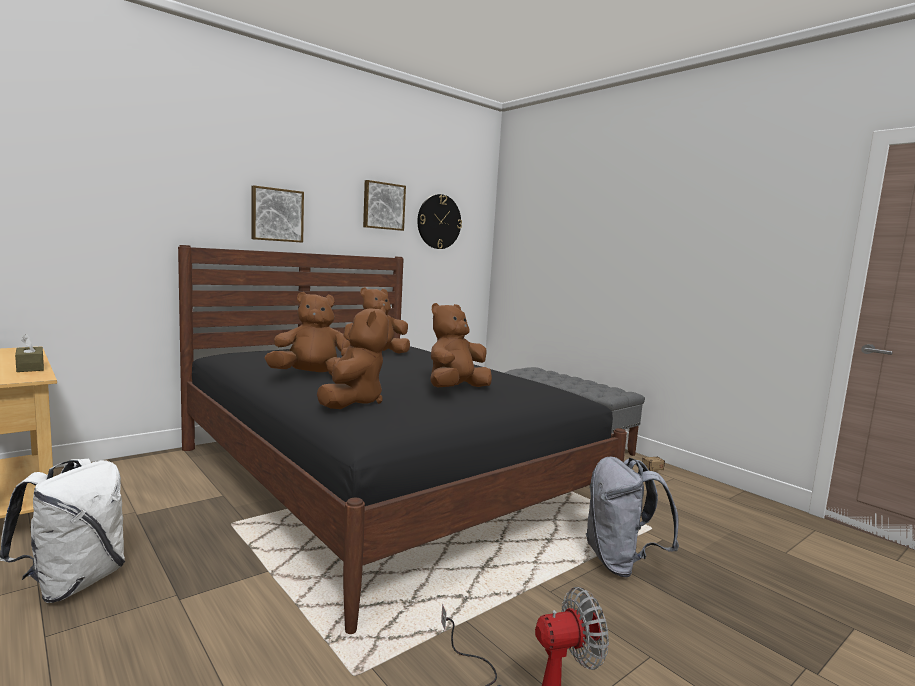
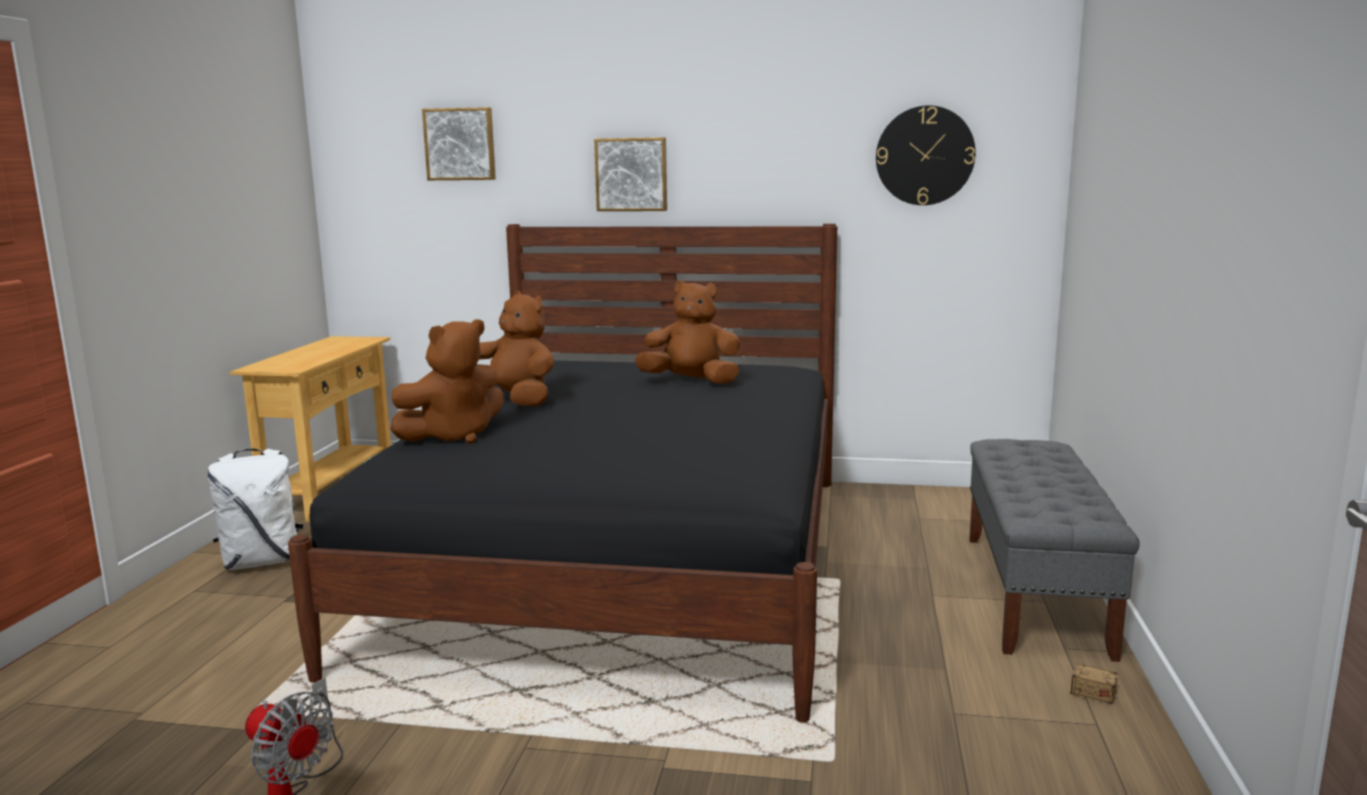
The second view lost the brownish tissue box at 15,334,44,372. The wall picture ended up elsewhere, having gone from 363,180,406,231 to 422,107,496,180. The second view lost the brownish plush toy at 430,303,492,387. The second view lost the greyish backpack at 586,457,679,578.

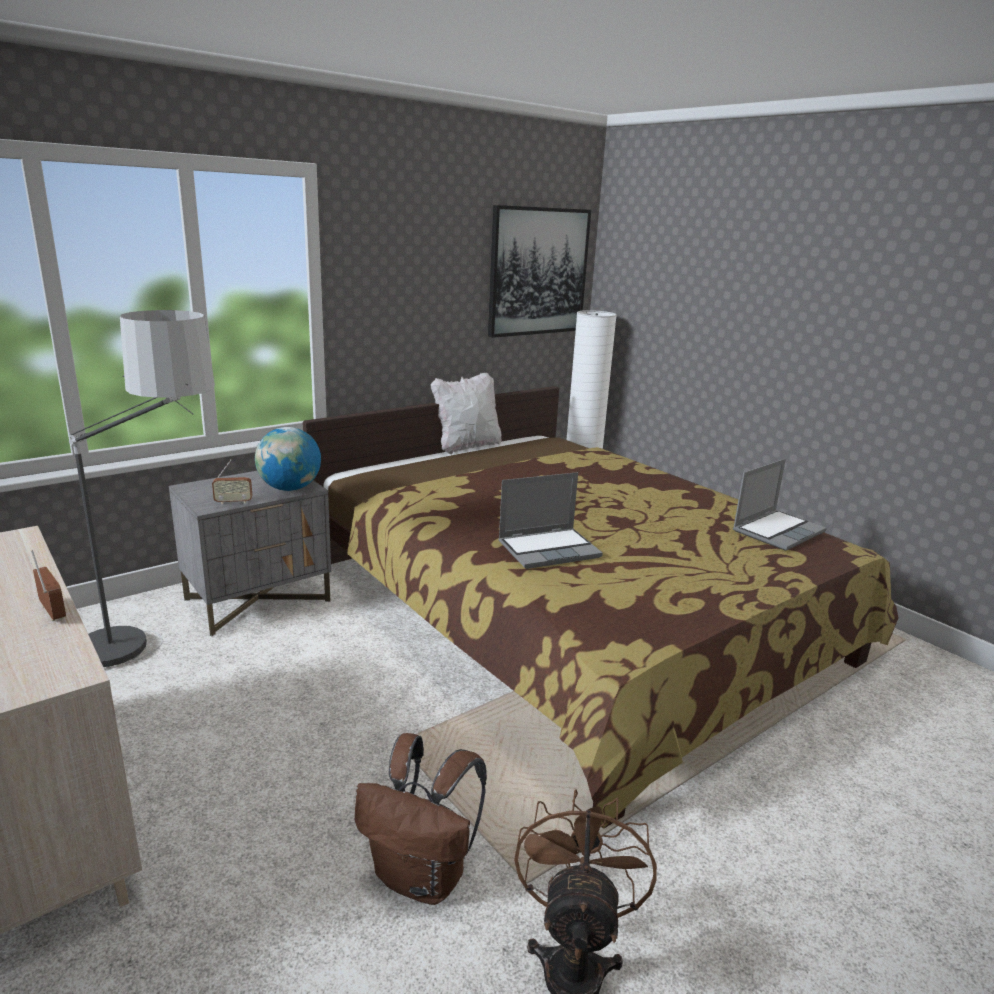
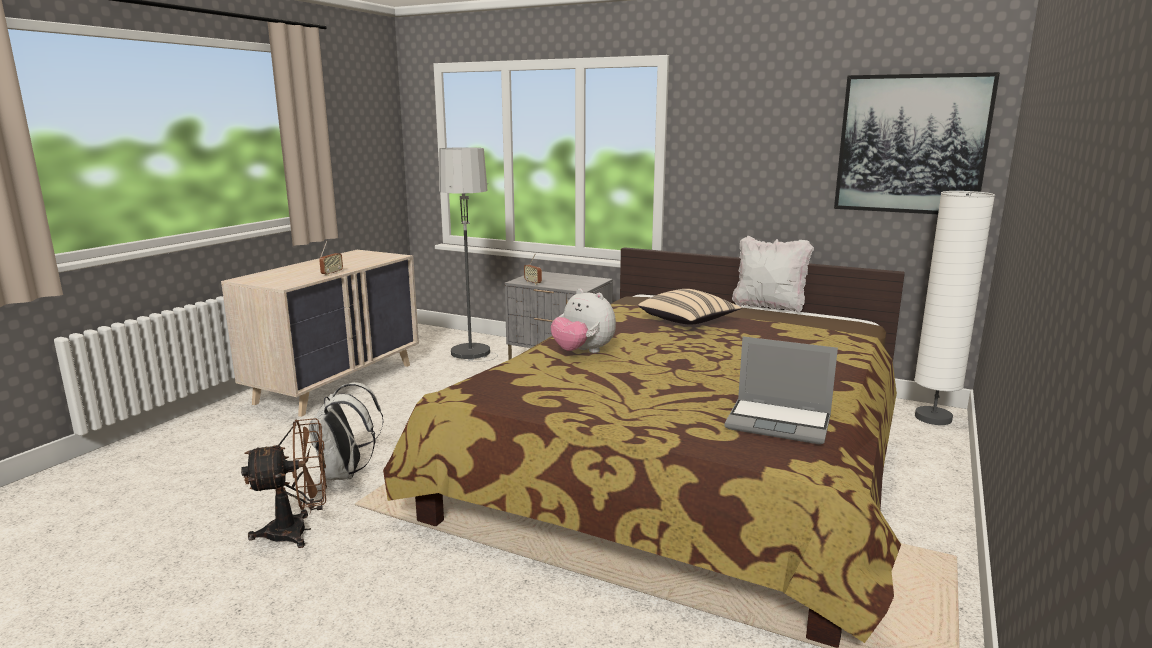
The second view lost the globe at 255,427,321,491. What was the brownish backpack at 355,733,487,905 turned into the whitish backpack at 309,382,384,480. Where the laptop stood at 498,472,603,569, the plush toy came to stand at 551,289,616,353. The second view gained the sand-coloured pillow at 638,289,741,324.

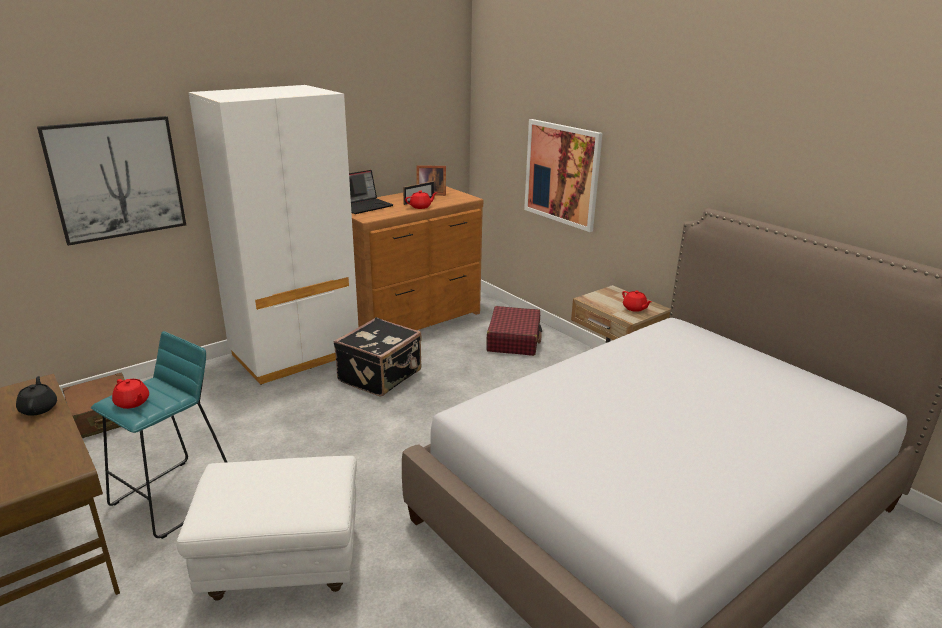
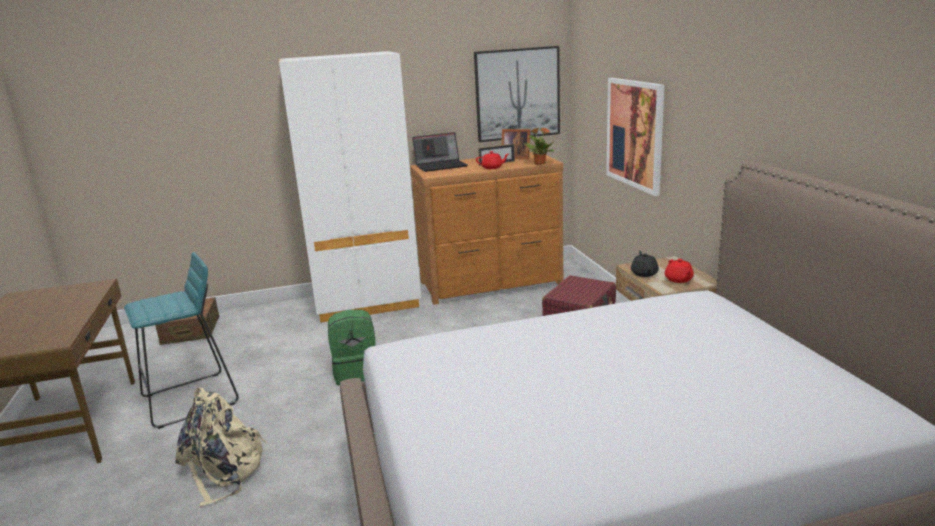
The black teapot ended up elsewhere, having gone from 16,376,57,416 to 631,251,659,277. The wall picture ended up elsewhere, having gone from 37,116,186,246 to 474,46,560,142. The second view lost the red teapot at 112,379,149,409. Where the whitish pouffe stood at 177,456,357,601, the sand-coloured backpack came to stand at 176,388,267,507. The second view lost the black suitcase at 334,317,422,396. The second view gained the green-coloured backpack at 328,310,376,385. The second view gained the potted plant at 524,128,554,165.

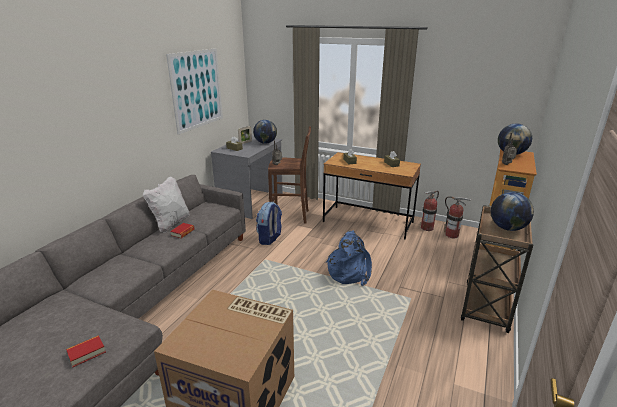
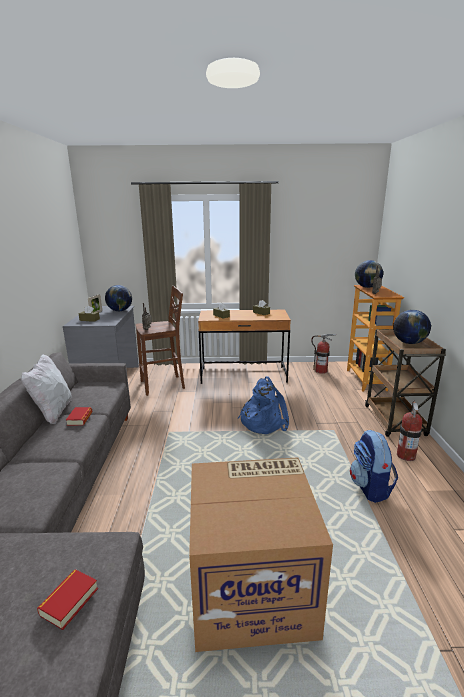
The second view lost the wall picture at 166,48,223,134. The backpack ended up elsewhere, having gone from 256,202,282,245 to 350,430,398,503. The extinguisher ended up elsewhere, having gone from 421,190,439,231 to 397,400,422,461.

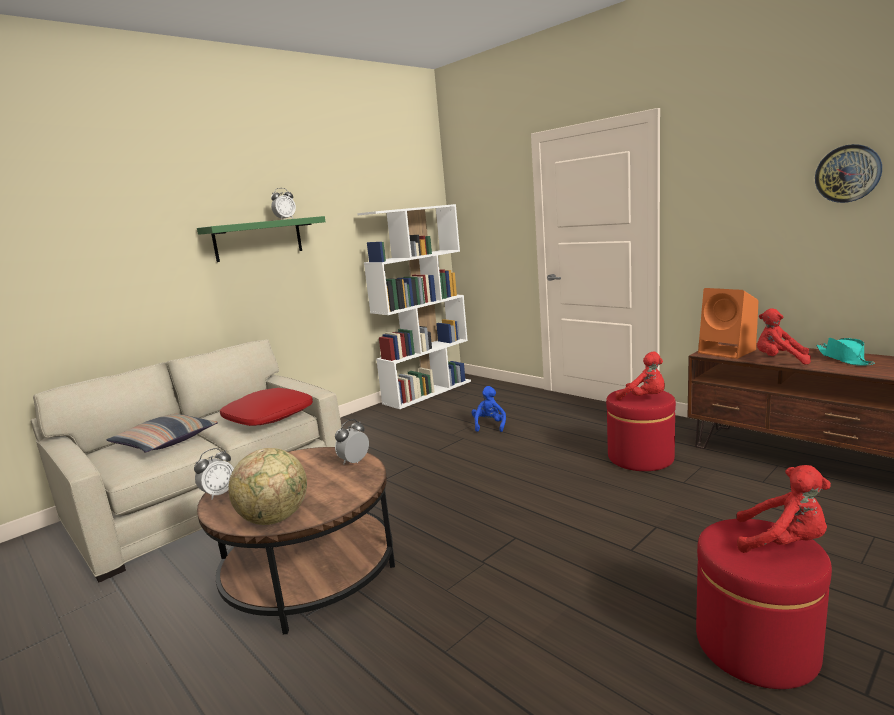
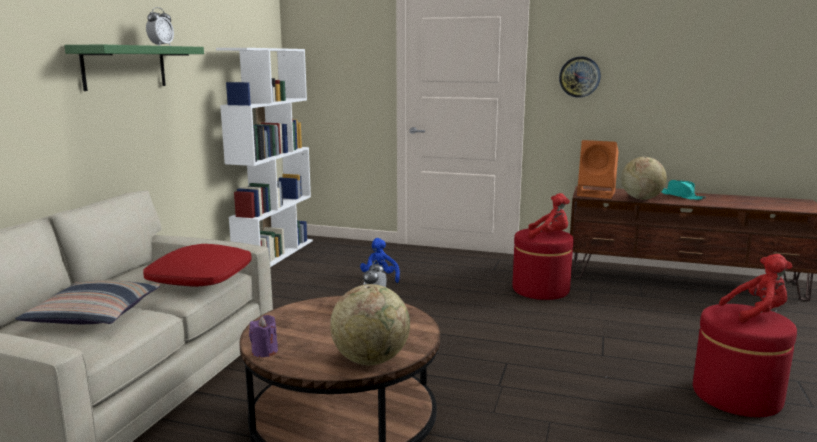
Where the table clock stood at 194,448,234,500, the purplish candle came to stand at 249,315,278,357. Where the red plush toy stood at 757,308,811,364, the globe came to stand at 621,157,667,200. The wall clock ended up elsewhere, having gone from 815,144,882,203 to 559,57,601,98.

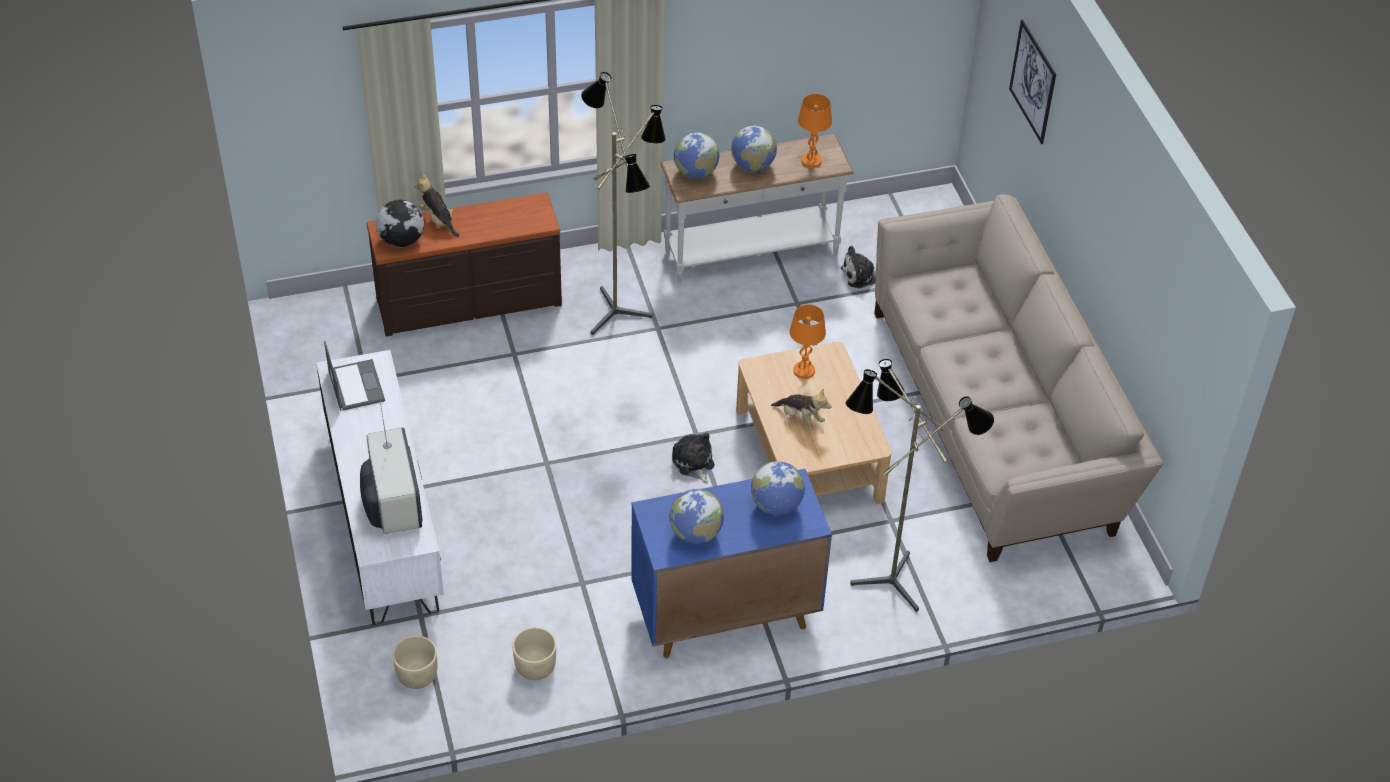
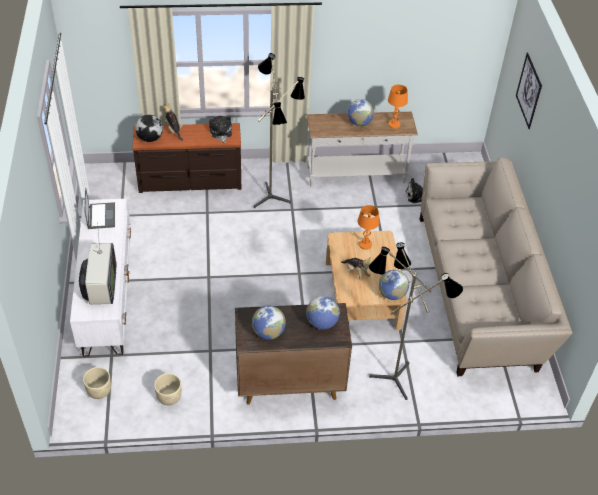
What was the blue-coloured storage cabinet at 631,469,832,658 turned into the brownish storage cabinet at 235,303,352,404. The plush toy ended up elsewhere, having gone from 672,432,714,483 to 209,116,232,143. The globe ended up elsewhere, having gone from 674,132,719,178 to 379,270,409,300.

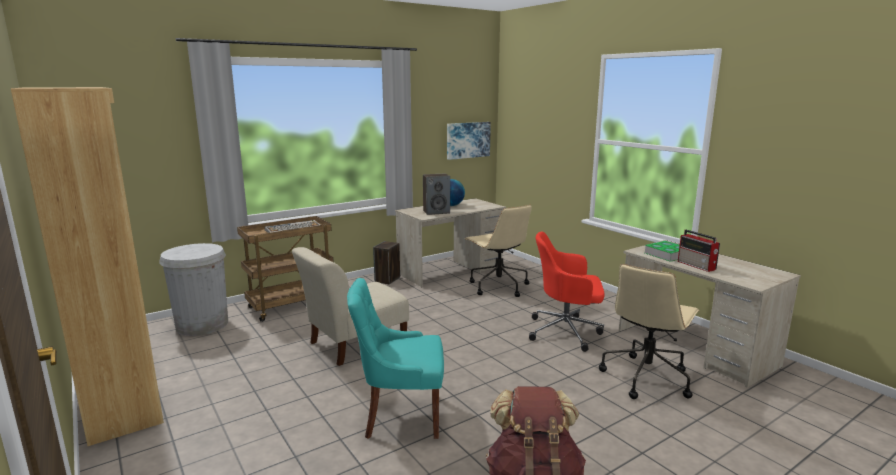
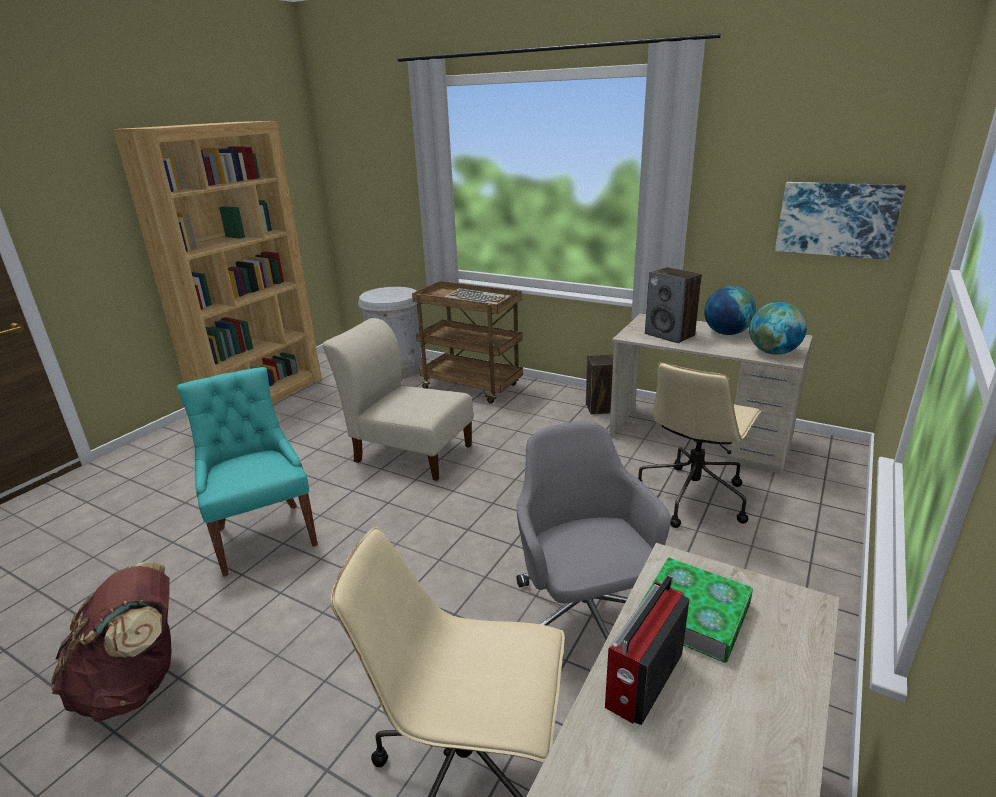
What was the red desk chair at 529,231,605,352 turned into the greyish desk chair at 516,421,671,639. The second view gained the globe at 749,301,807,355.

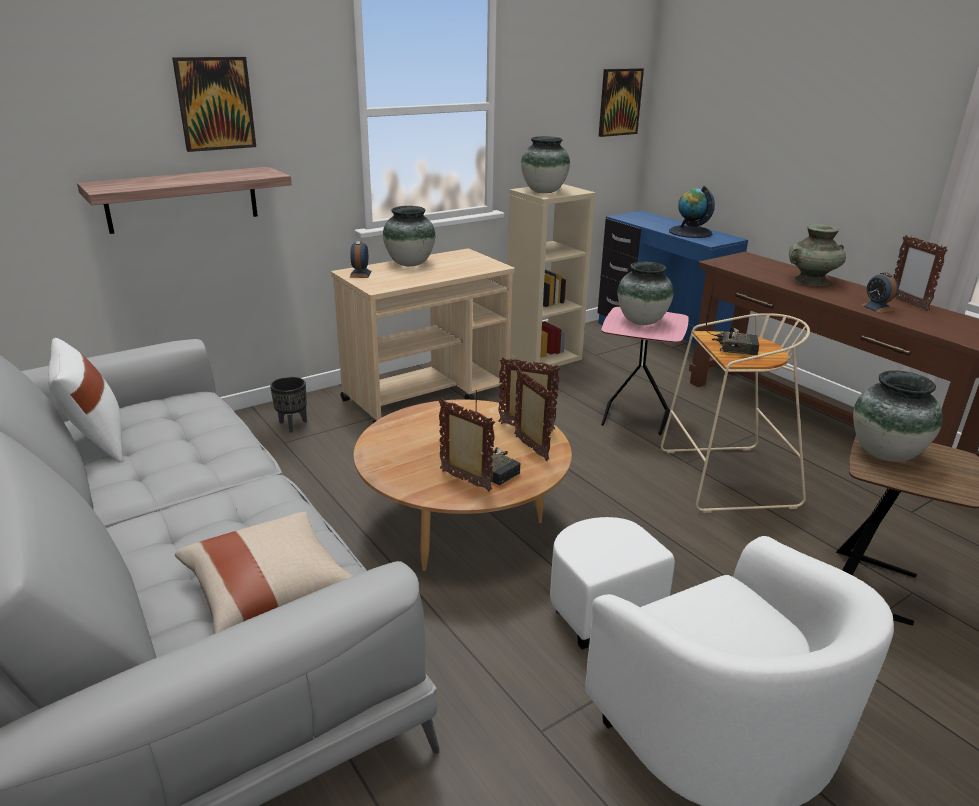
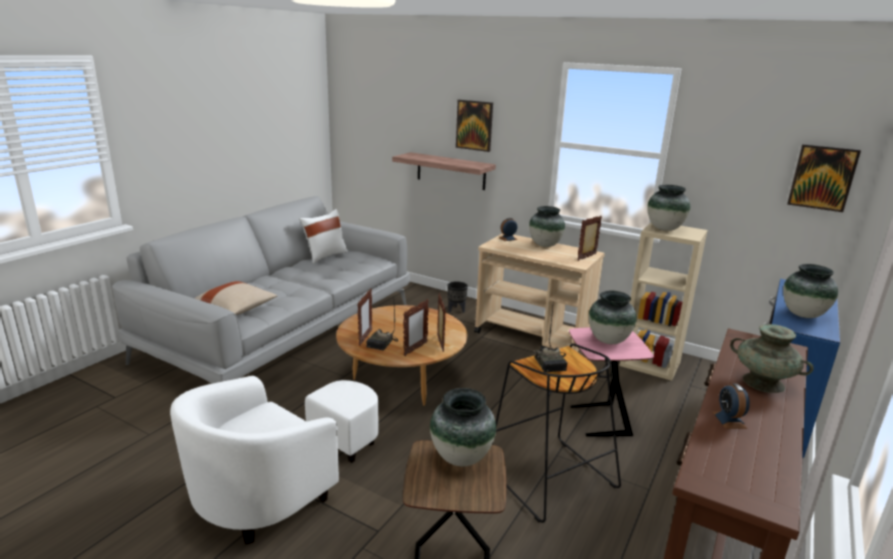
What was the sand-coloured stool at 661,313,810,513 turned into the black stool at 492,343,621,523. Where the globe stood at 669,186,715,238, the flower vase came to stand at 783,264,838,318. The table clock at 860,272,898,313 ended up facing another way, 45 degrees counterclockwise from before. The picture frame ended up elsewhere, having gone from 894,235,948,311 to 577,215,602,261.

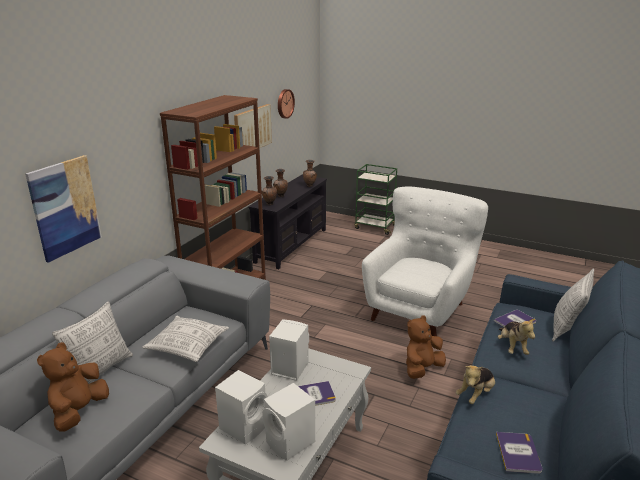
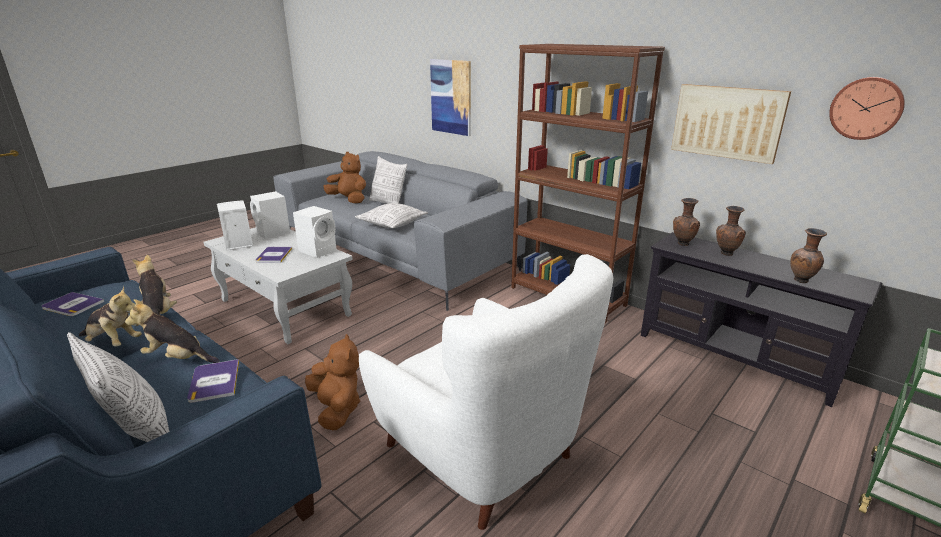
The second view gained the plush toy at 79,286,142,347.

